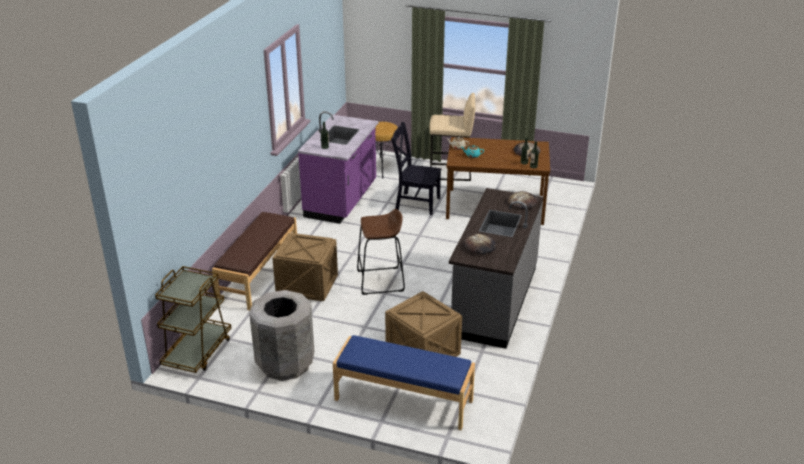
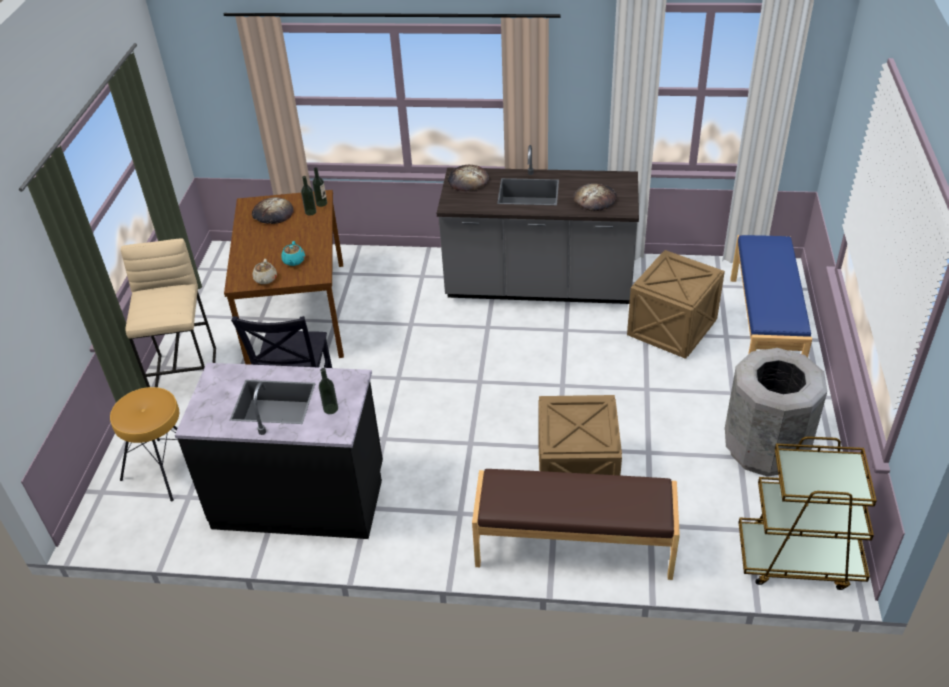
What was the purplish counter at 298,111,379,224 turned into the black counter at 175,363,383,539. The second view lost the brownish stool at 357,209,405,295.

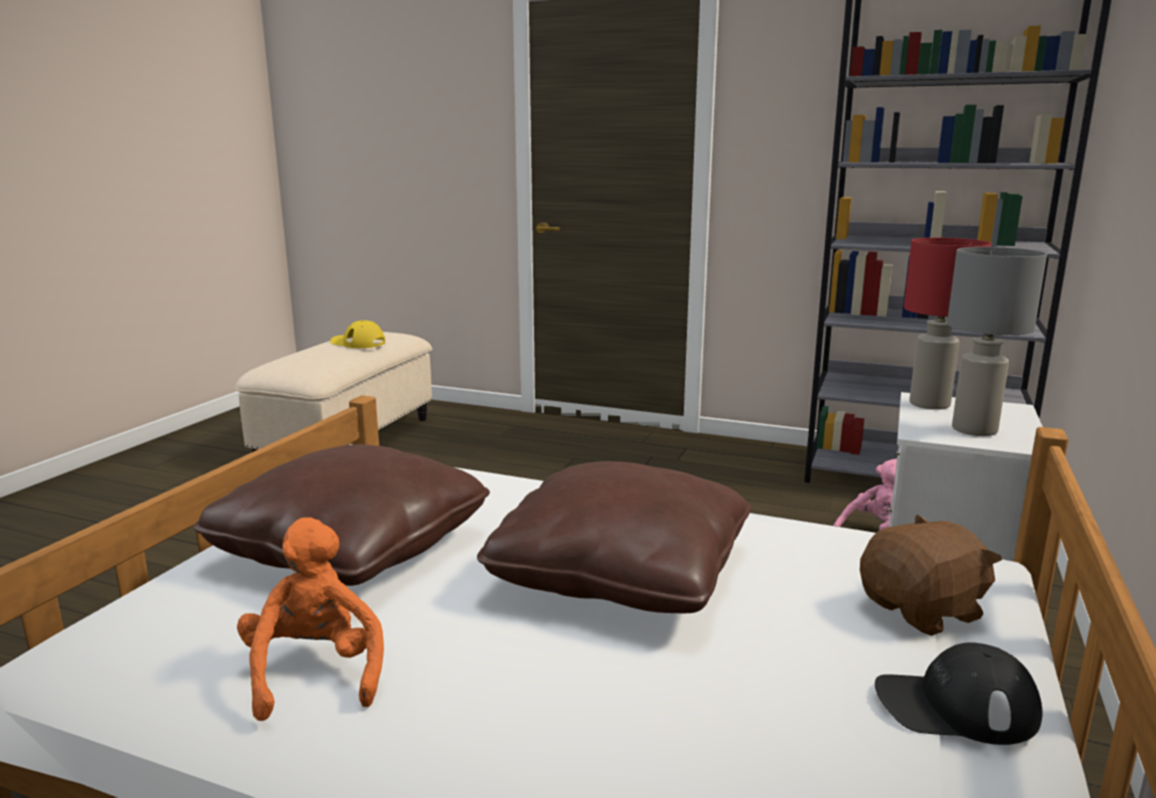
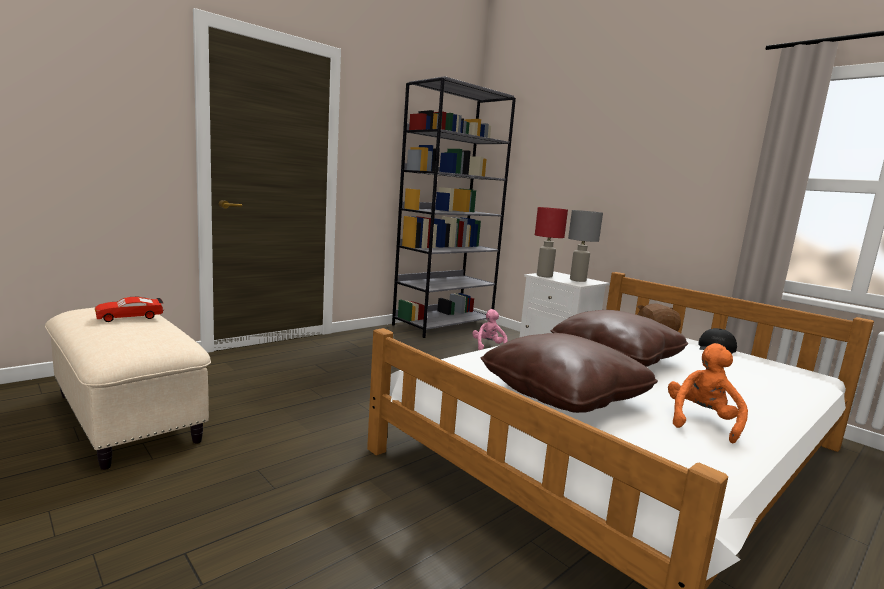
The orange plush toy at 237,517,384,721 ended up facing another way, 105 degrees clockwise from before. Where the yellow-coloured baseball cap stood at 330,320,385,348, the red miniature car came to stand at 95,297,164,322.

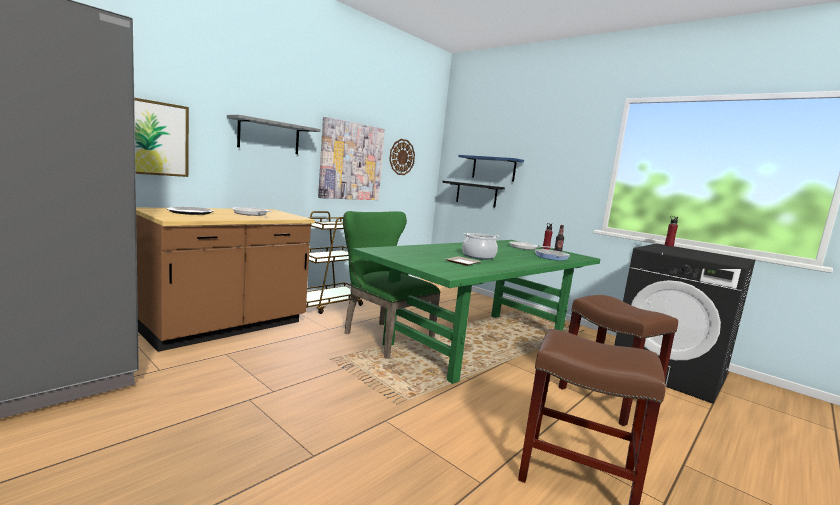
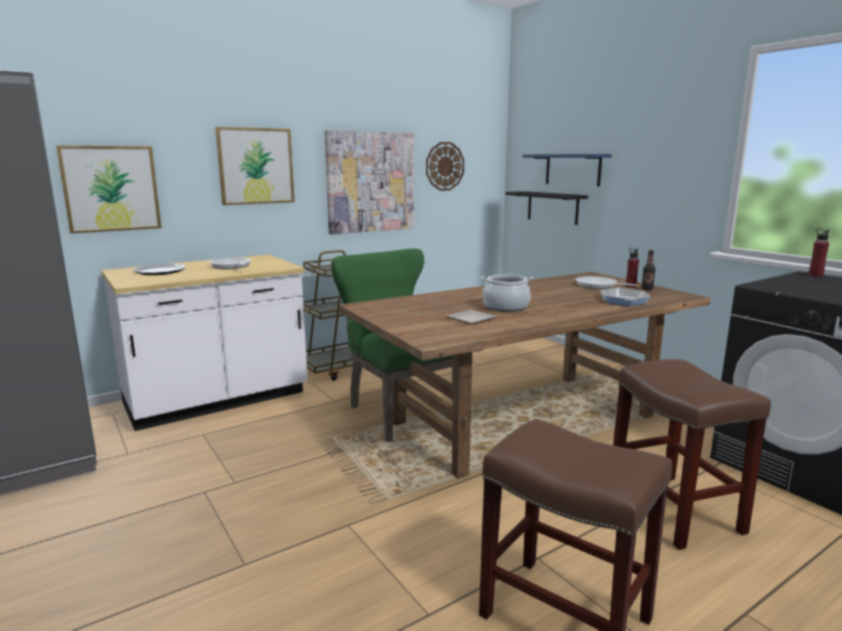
What was the brownish counter at 136,207,315,352 turned into the whitish counter at 101,255,308,431. Where the greyish wall shelf hung at 227,115,321,154, the wall picture came to hang at 215,127,294,205. What was the green-coloured kitchen table at 353,240,600,384 turned into the brownish kitchen table at 339,272,710,479.

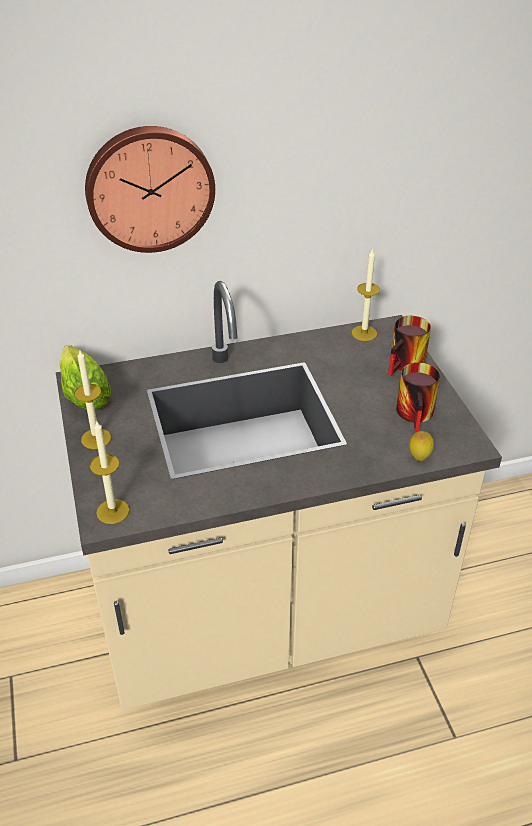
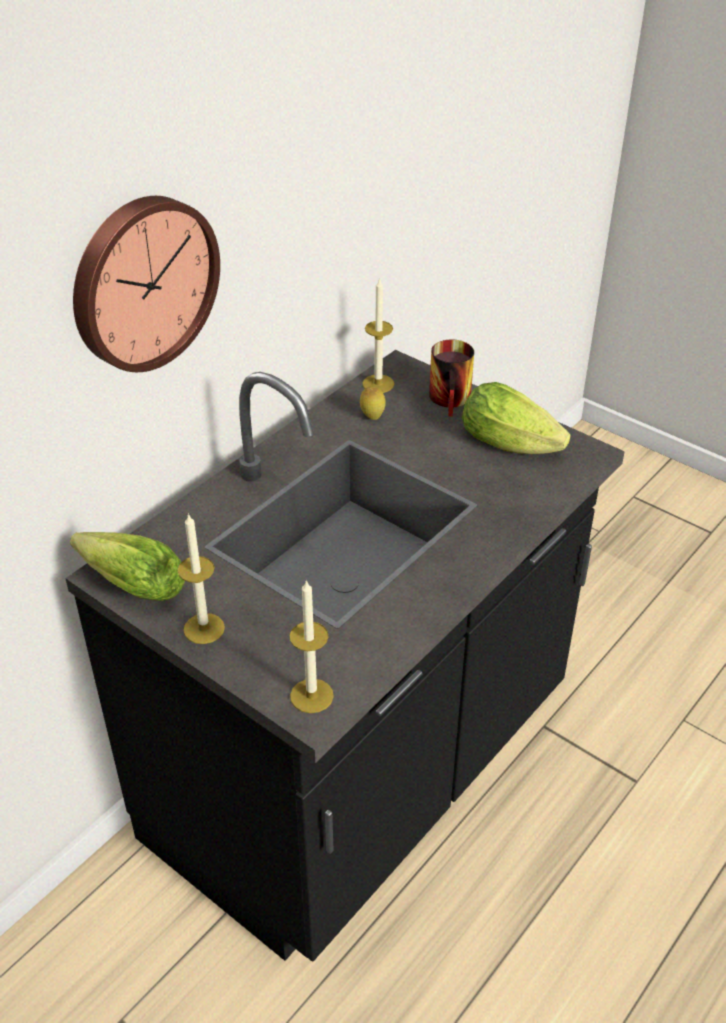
What was the sand-coloured counter at 56,281,502,710 turned into the black counter at 65,350,625,962. Where the tea mug stood at 396,362,440,432, the lettuce came to stand at 462,382,571,454. The lemon ended up elsewhere, having gone from 409,431,434,461 to 360,387,386,420.

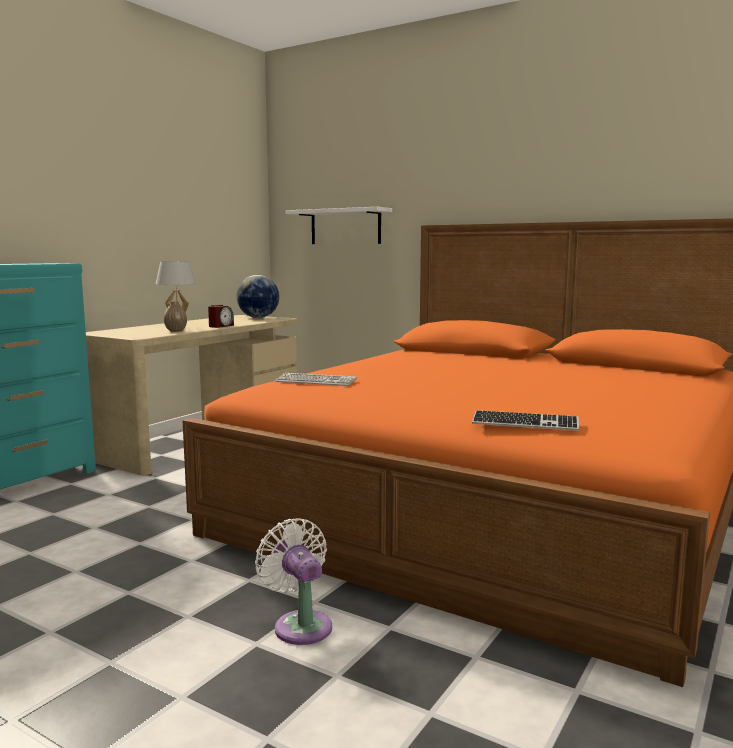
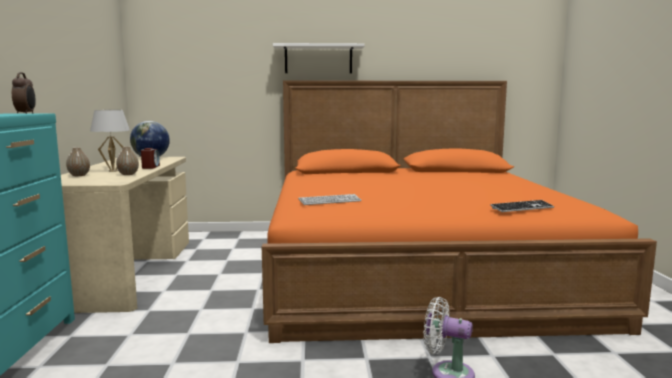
The whitish wall shelf ended up elsewhere, having gone from 286,207,392,244 to 273,43,364,73. The second view gained the table clock at 12,72,36,114. The second view gained the flower vase at 66,147,90,176.

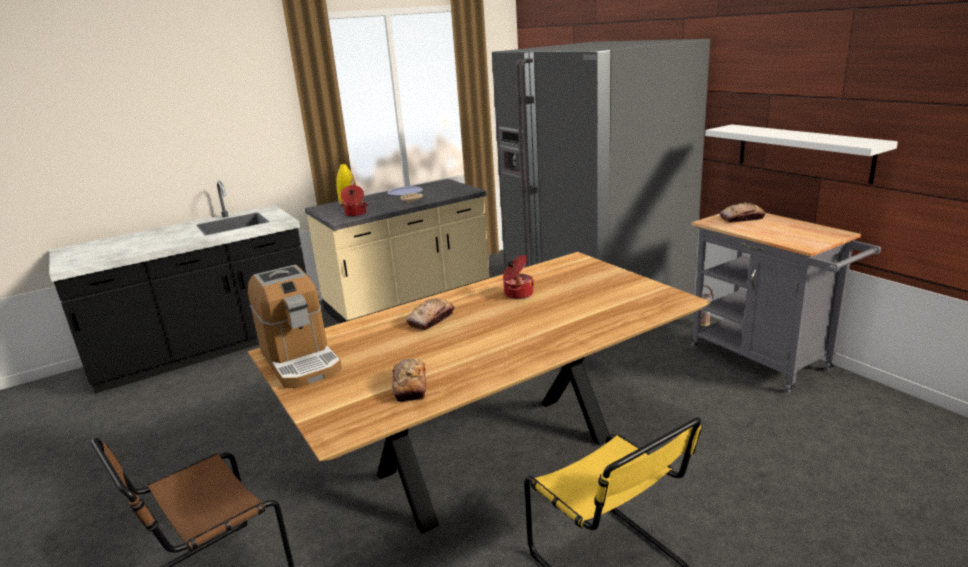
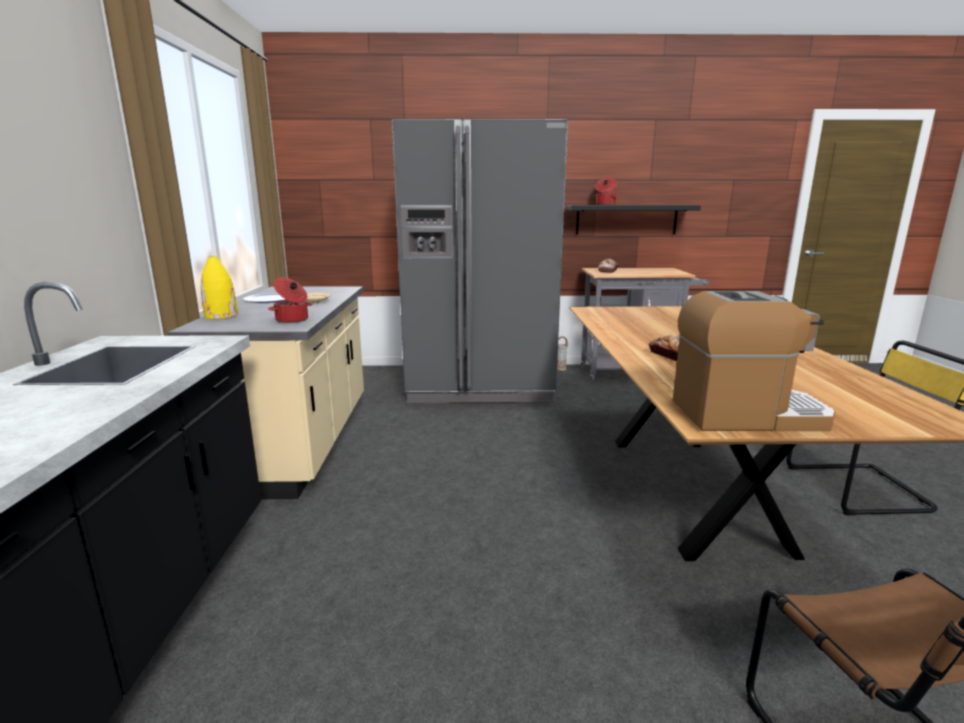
The second view lost the bakery bread at 392,359,426,402. The stockpot ended up elsewhere, having gone from 503,255,534,299 to 594,178,619,205. What was the whitish wall shelf at 705,124,898,184 turned into the black wall shelf at 566,205,701,235.

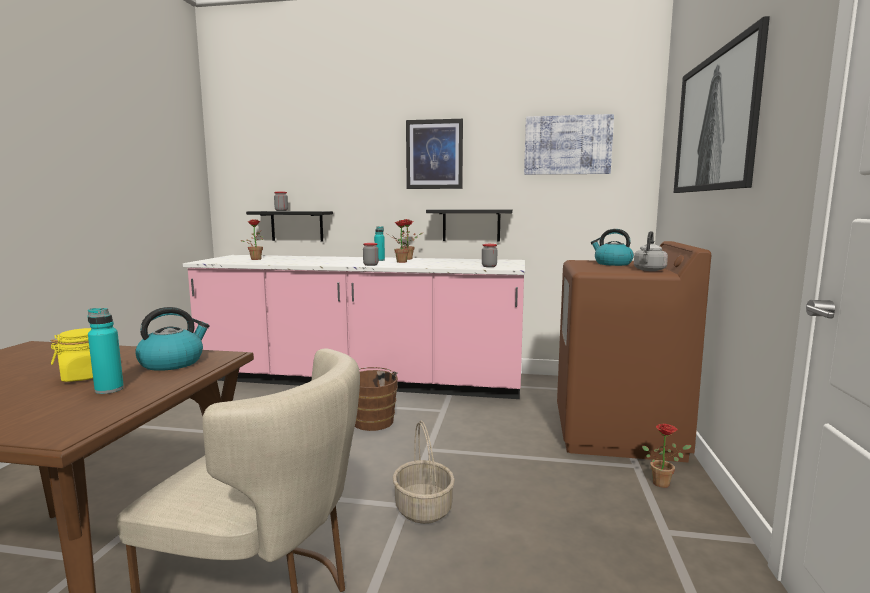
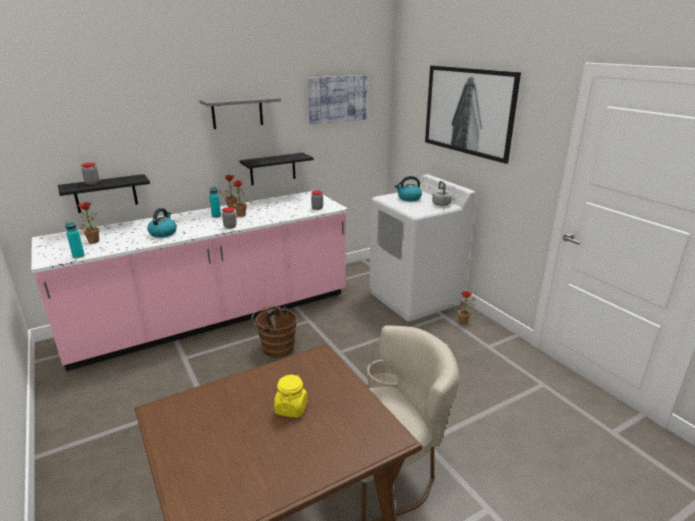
The turquoise bottle ended up elsewhere, having gone from 87,308,124,394 to 65,221,85,258. The water kettle ended up elsewhere, having gone from 135,307,210,371 to 147,208,177,238. Where the wall picture hung at 406,119,463,189, the greyish wall shelf came to hang at 199,96,281,129. What was the brownish laundry appliance at 557,241,711,463 turned into the whitish laundry appliance at 369,174,475,322.

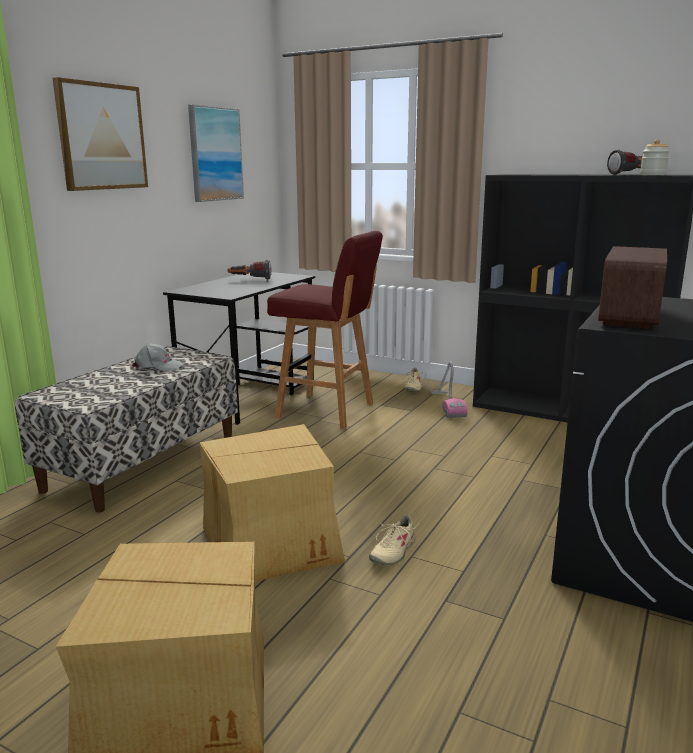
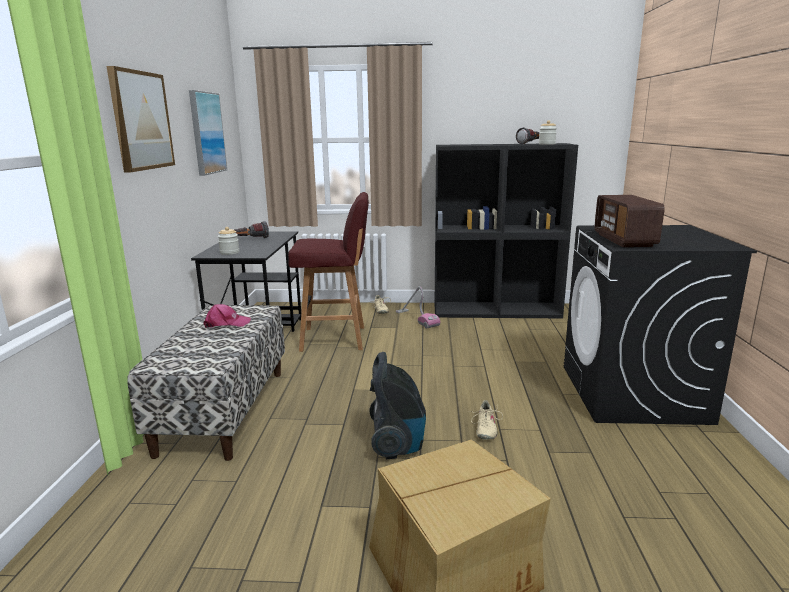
What was the greyish baseball cap at 132,343,184,372 turned into the pink-coloured baseball cap at 203,304,251,328. Where the packing box stood at 200,424,345,581, the vacuum came to stand at 369,352,426,459. The second view gained the preserve jar at 218,227,239,255.

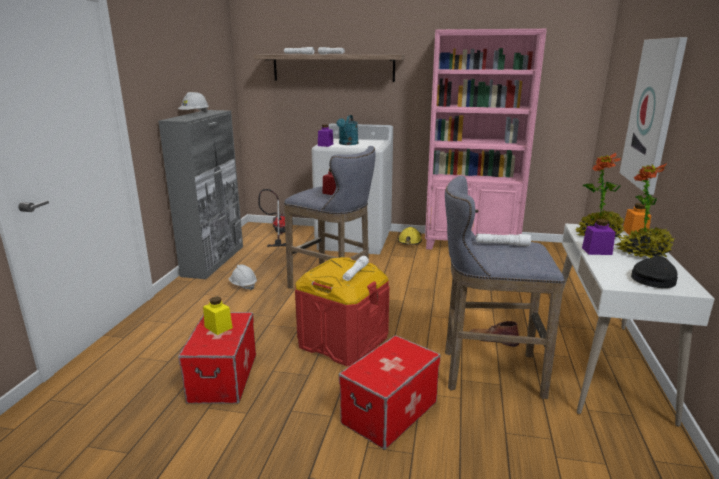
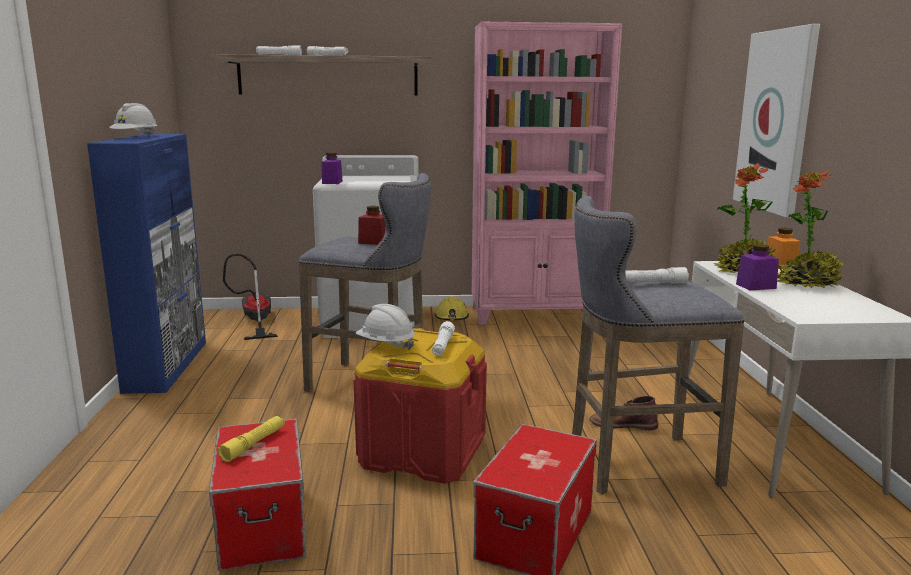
What was the greyish storage cabinet at 158,110,243,279 turned into the blue-coloured storage cabinet at 87,134,206,394. Where the yellow-coloured preserve jar stood at 203,296,233,335, the yellow-coloured hand torch came to stand at 218,416,285,462. The whitish hard hat ended up elsewhere, having gone from 228,265,257,290 to 356,304,415,350. The second view lost the turquoise sprinkling can at 336,115,358,145. The second view lost the black baseball cap at 631,256,678,288.

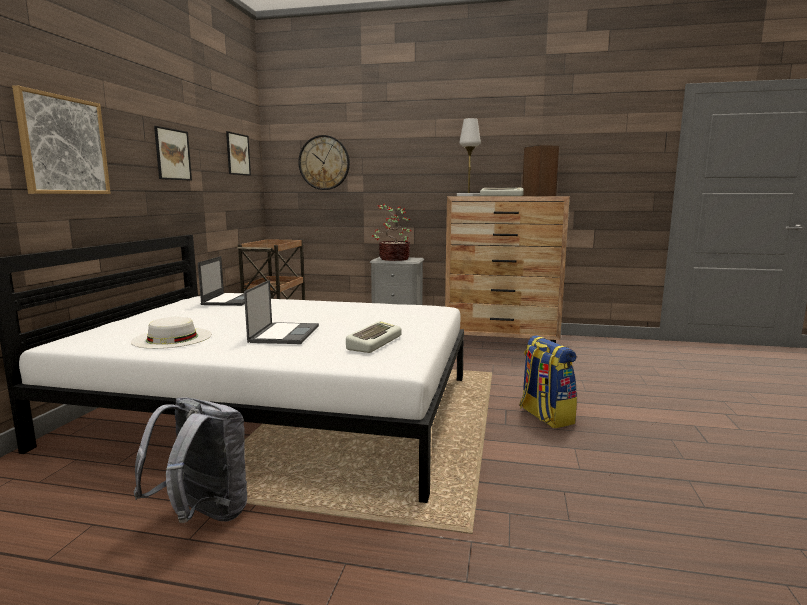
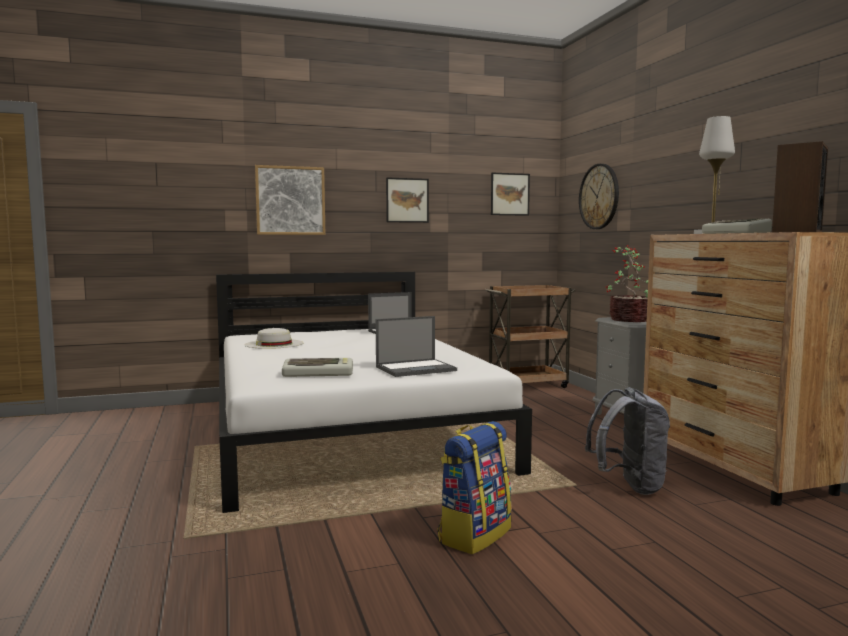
The greyish backpack ended up elsewhere, having gone from 134,398,247,523 to 585,387,670,495. The laptop ended up elsewhere, having gone from 244,280,319,344 to 376,316,457,377.

